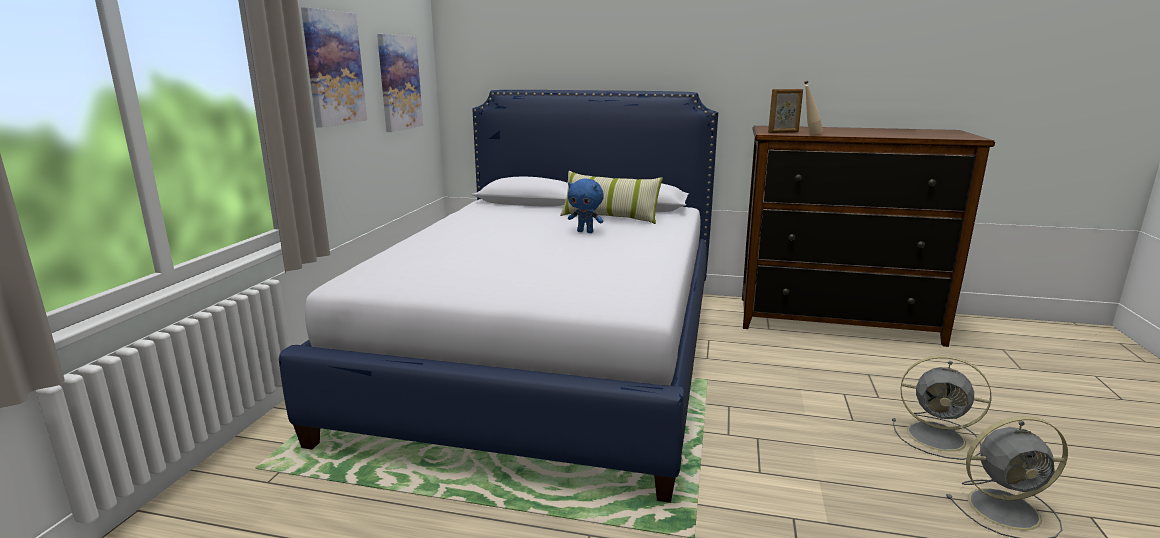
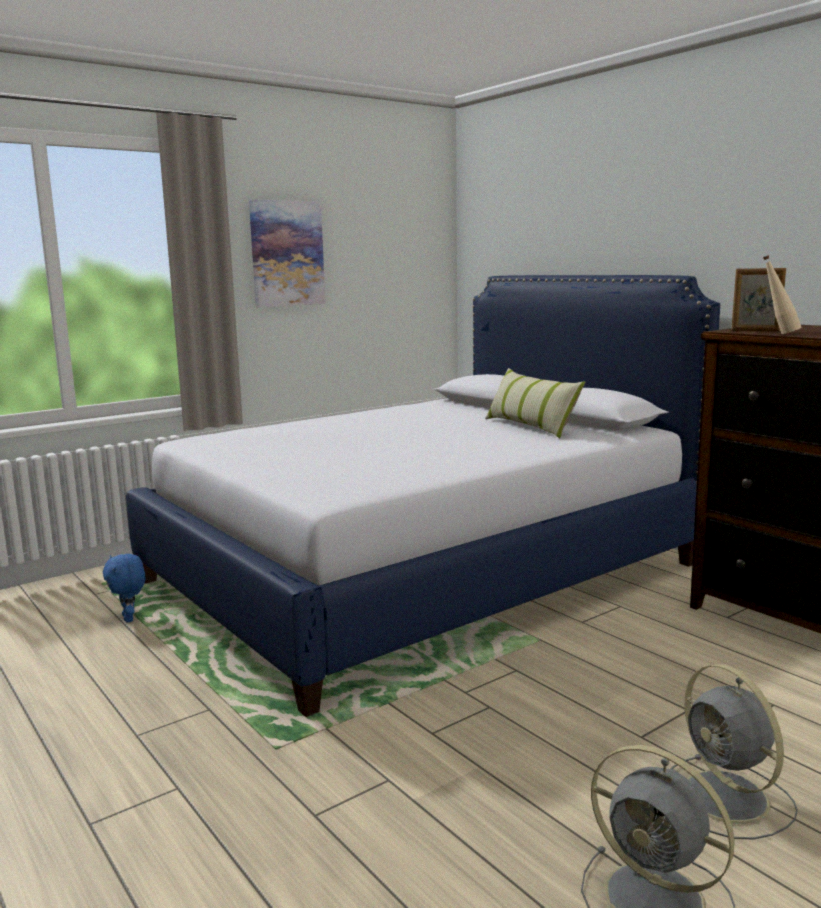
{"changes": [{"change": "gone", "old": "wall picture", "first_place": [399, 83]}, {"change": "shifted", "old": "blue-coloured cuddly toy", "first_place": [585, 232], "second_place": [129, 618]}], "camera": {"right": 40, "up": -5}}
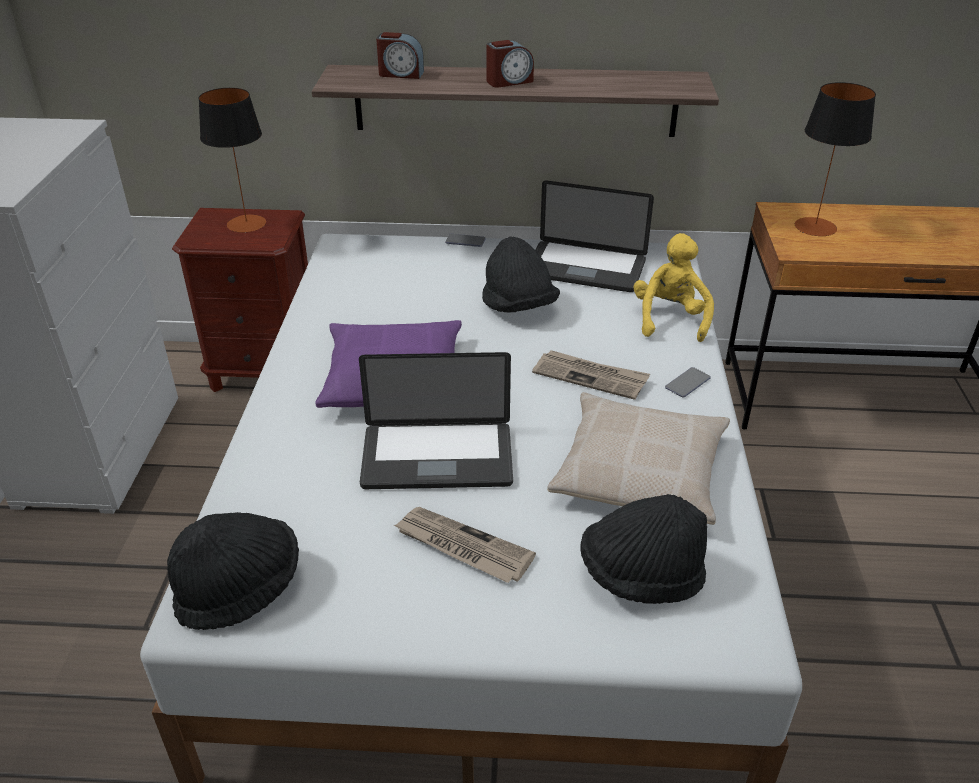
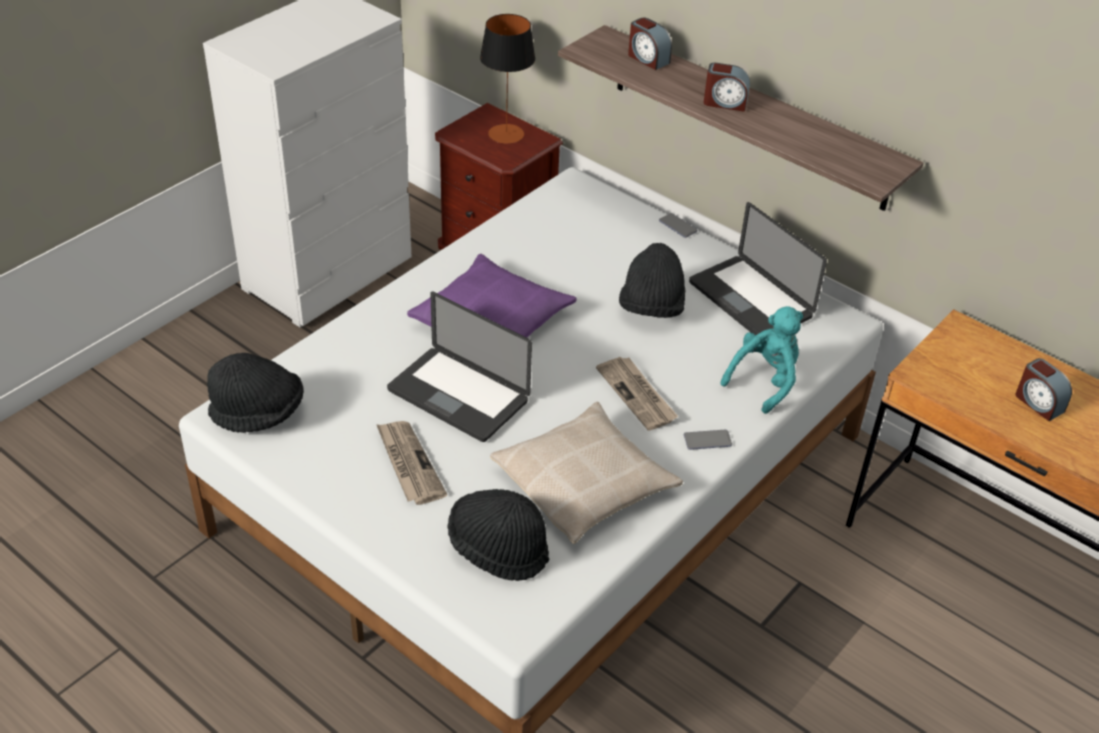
{"changes": [{"change": "gone", "old": "tabletop lamp", "first_place": [815, 227]}, {"change": "repainted", "old": "yellowish cuddly toy", "new": "turquoise cuddly toy", "first_place": [670, 319], "second_place": [765, 381]}, {"change": "new", "new": "bedside clock", "second_place": [1038, 403]}], "camera": {"right": 35, "up": 5}}
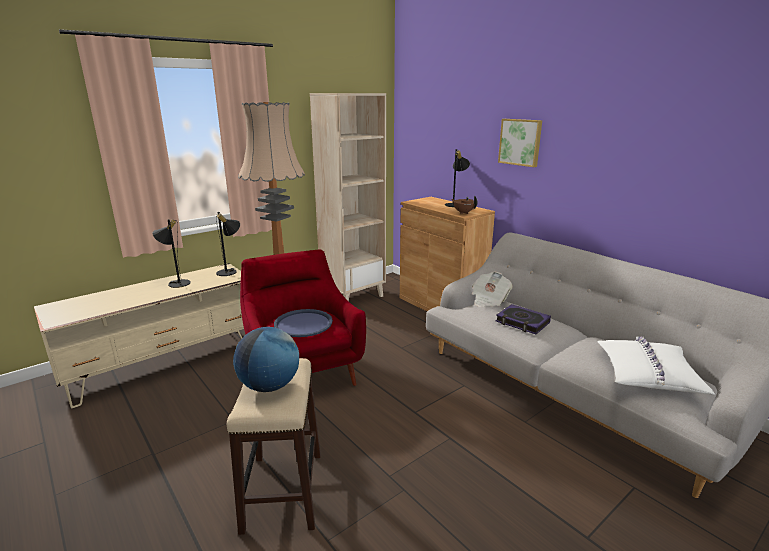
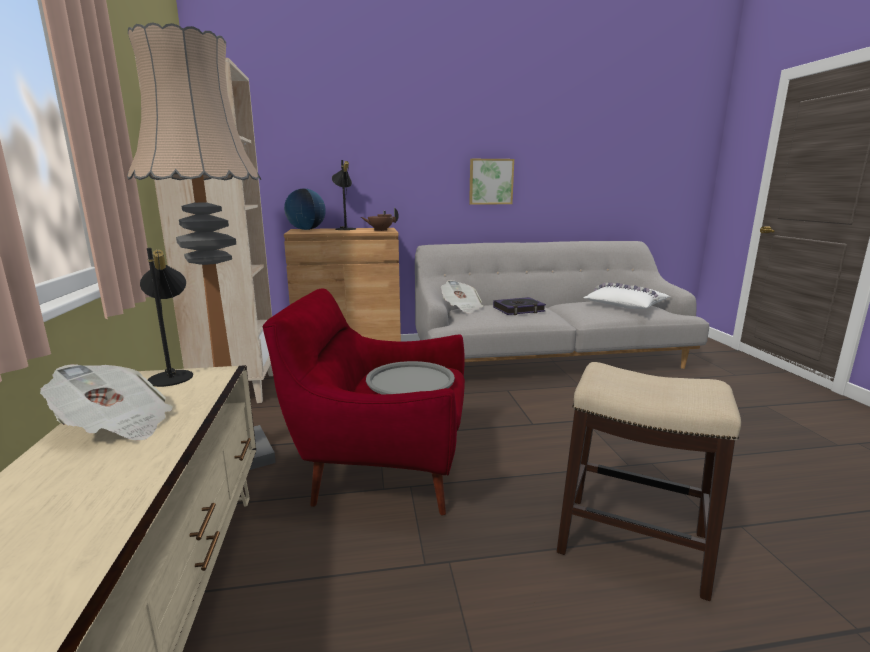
{"changes": [{"change": "shifted", "old": "wall picture", "first_place": [520, 142], "second_place": [490, 181]}, {"change": "swapped", "old": "black tabletop lamp", "new": "daily paper", "first_place": [176, 283], "second_place": [116, 426]}, {"change": "repainted", "old": "blue-coloured serving tray", "new": "gray serving tray", "first_place": [303, 324], "second_place": [410, 380]}, {"change": "shifted", "old": "desk globe", "first_place": [269, 386], "second_place": [306, 229]}], "camera": {"right": -60, "up": -5}}
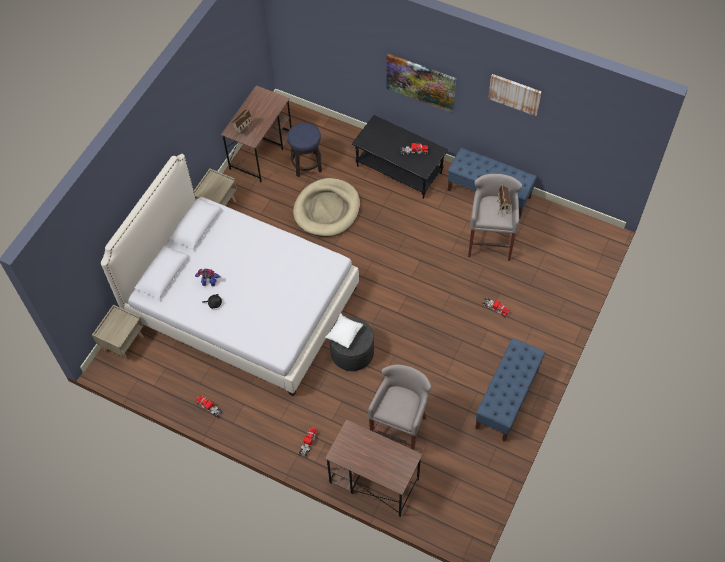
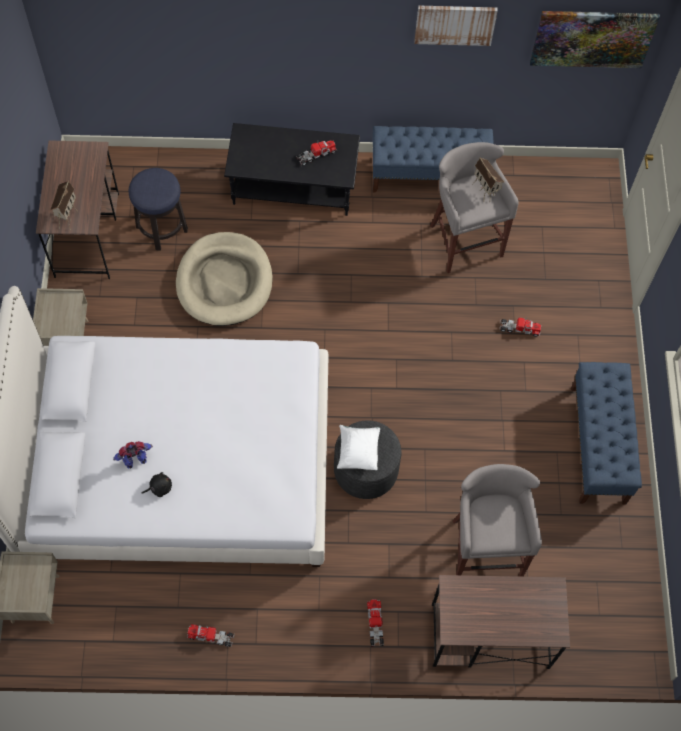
{"changes": [{"change": "shifted", "old": "wall picture", "first_place": [421, 82], "second_place": [592, 38]}], "camera": {"right": -30, "up": 5}}
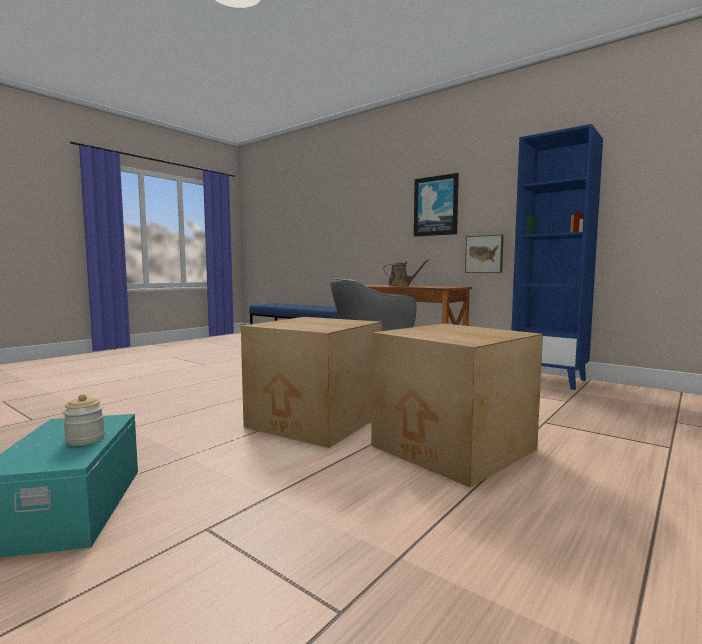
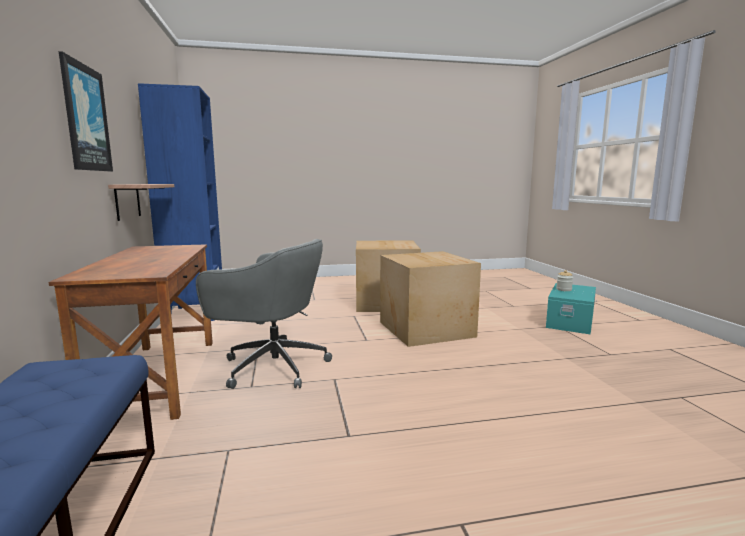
{"changes": [{"change": "swapped", "old": "wall picture", "new": "wall shelf", "first_place": [484, 254], "second_place": [127, 201]}, {"change": "gone", "old": "brown sprinkling can", "first_place": [401, 286]}], "camera": {"right": -140, "up": 5}}
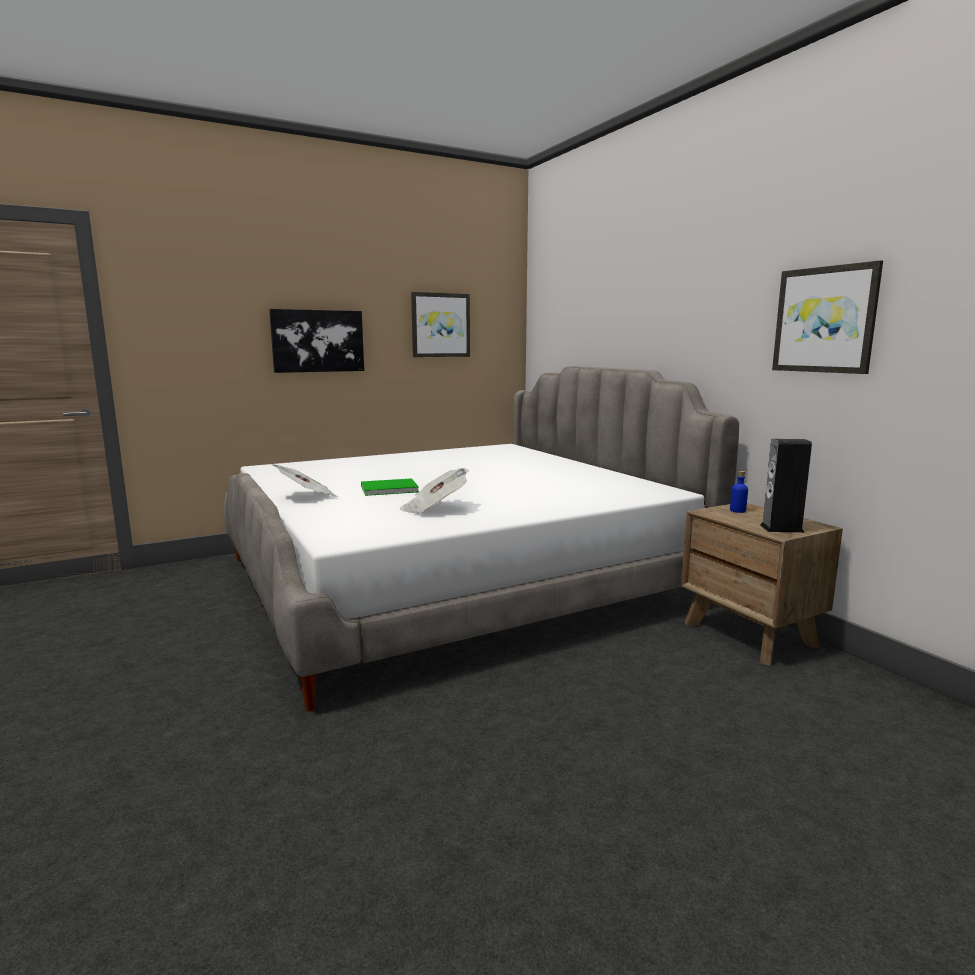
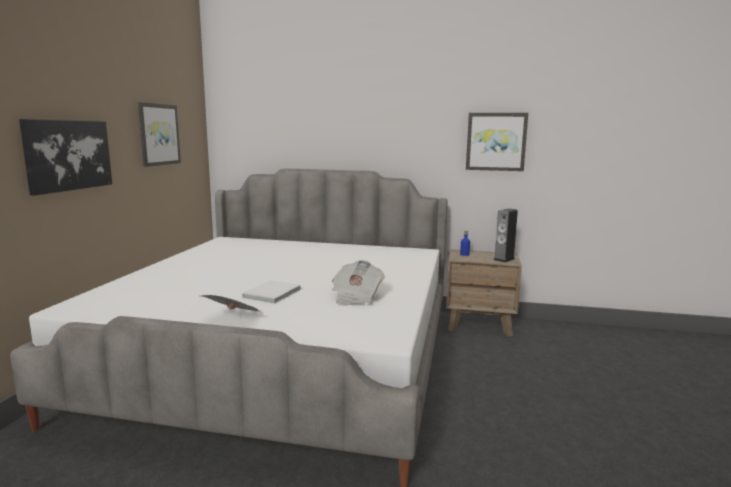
{"changes": [{"change": "repainted", "old": "green-coloured book", "new": "whitish book", "first_place": [387, 489], "second_place": [270, 293]}], "camera": {"right": -50, "up": 0}}
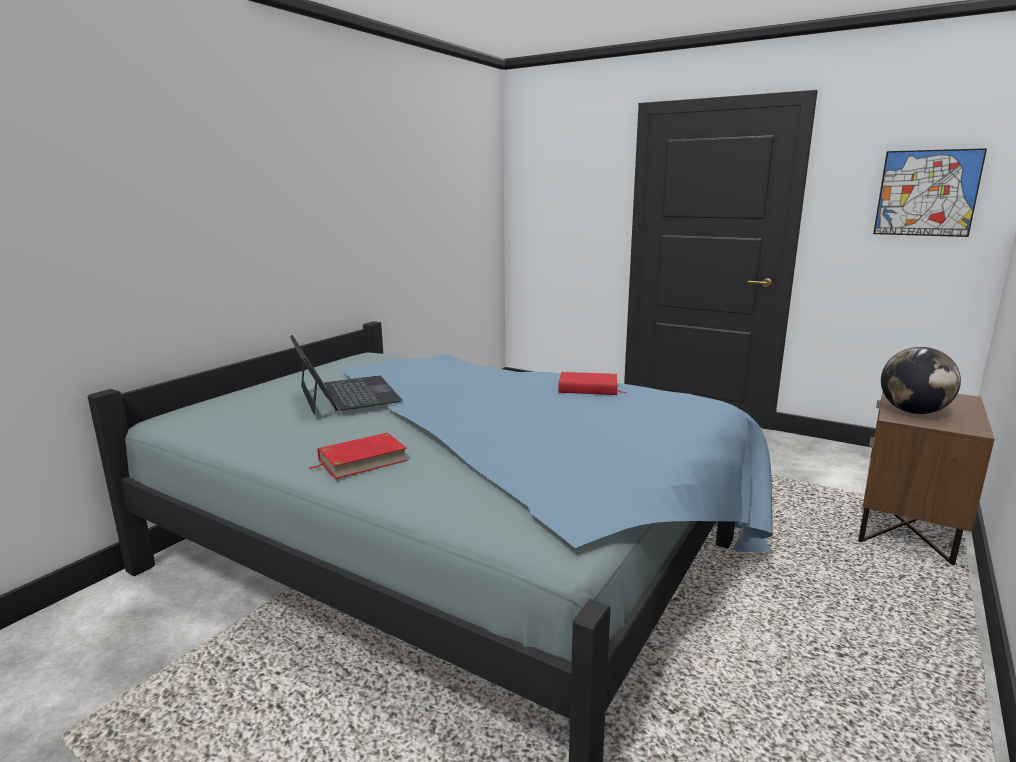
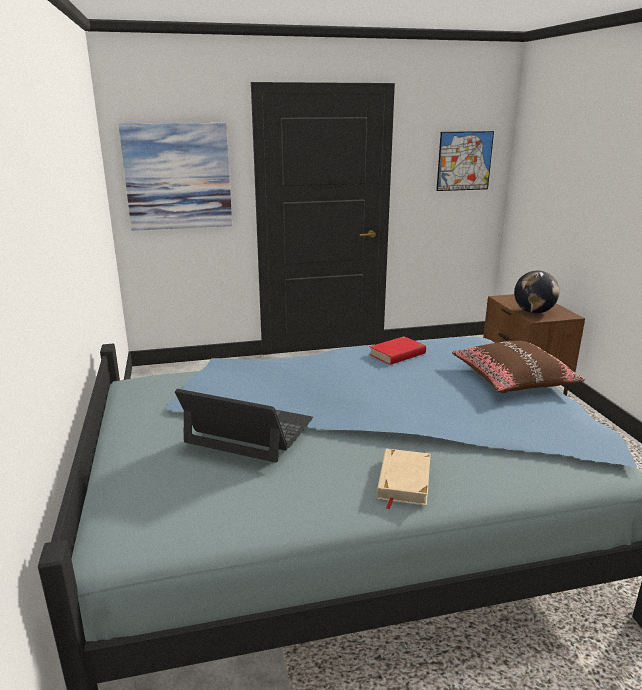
{"changes": [{"change": "repainted", "old": "red-coloured book", "new": "beige-coloured book", "first_place": [362, 460], "second_place": [403, 481]}, {"change": "new", "new": "wall picture", "second_place": [178, 177]}, {"change": "new", "new": "brown cushion", "second_place": [512, 379]}], "camera": {"right": -45, "up": 5}}
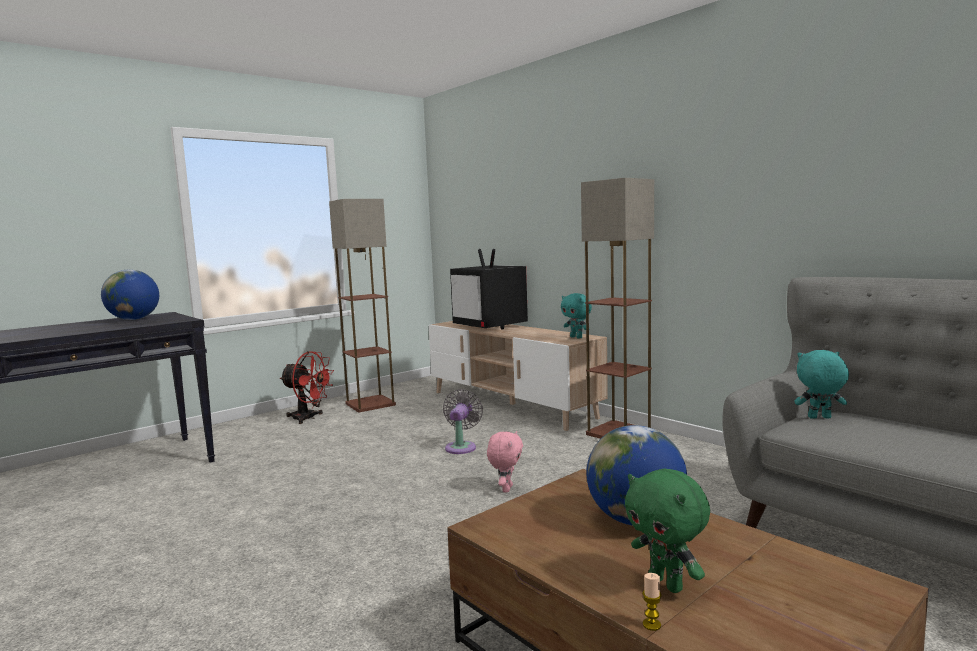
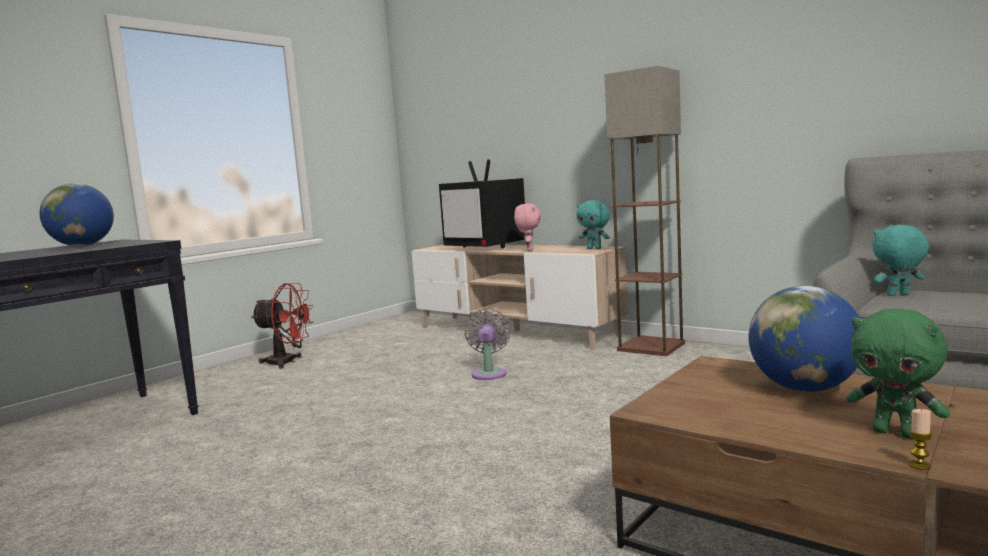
{"changes": [{"change": "gone", "old": "floor lamp", "first_place": [370, 404]}, {"change": "shifted", "old": "pink cuddly toy", "first_place": [506, 489], "second_place": [529, 250]}], "camera": {"right": -10, "up": 0}}
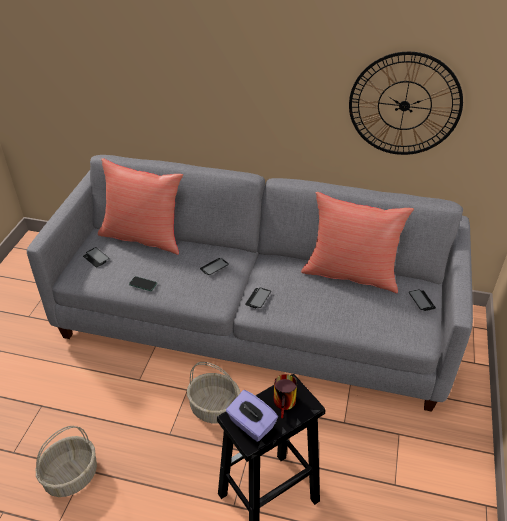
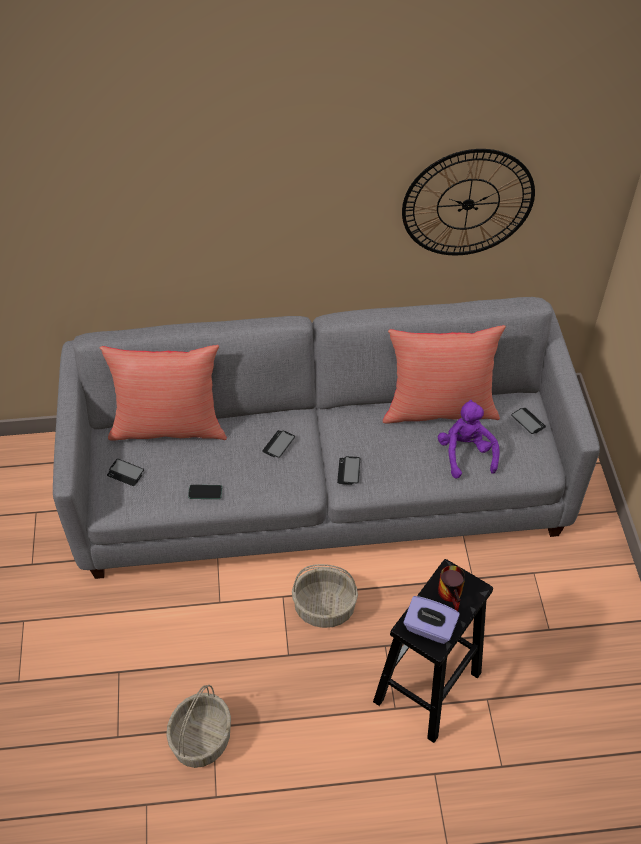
{"changes": [{"change": "new", "new": "purple-coloured cuddly toy", "second_place": [466, 453]}], "camera": {"right": -20, "up": 10}}
